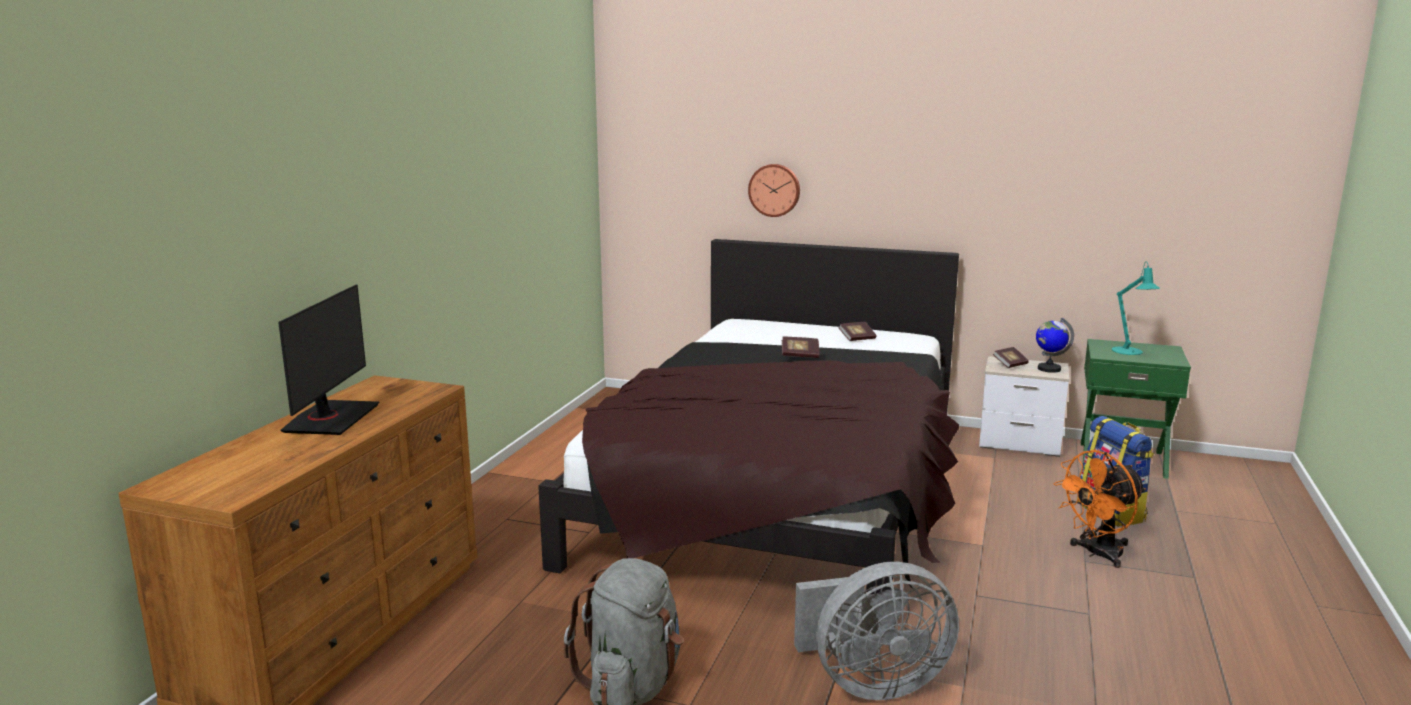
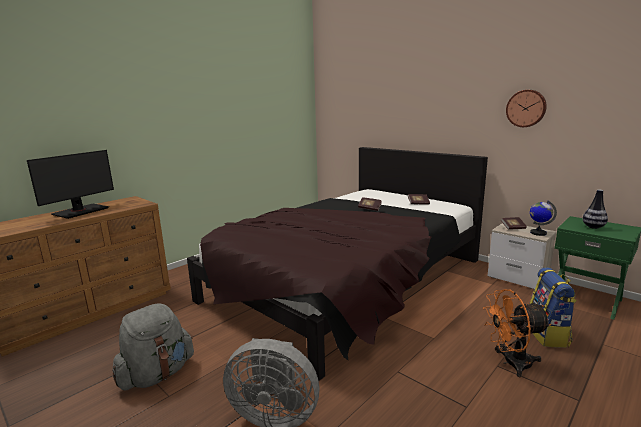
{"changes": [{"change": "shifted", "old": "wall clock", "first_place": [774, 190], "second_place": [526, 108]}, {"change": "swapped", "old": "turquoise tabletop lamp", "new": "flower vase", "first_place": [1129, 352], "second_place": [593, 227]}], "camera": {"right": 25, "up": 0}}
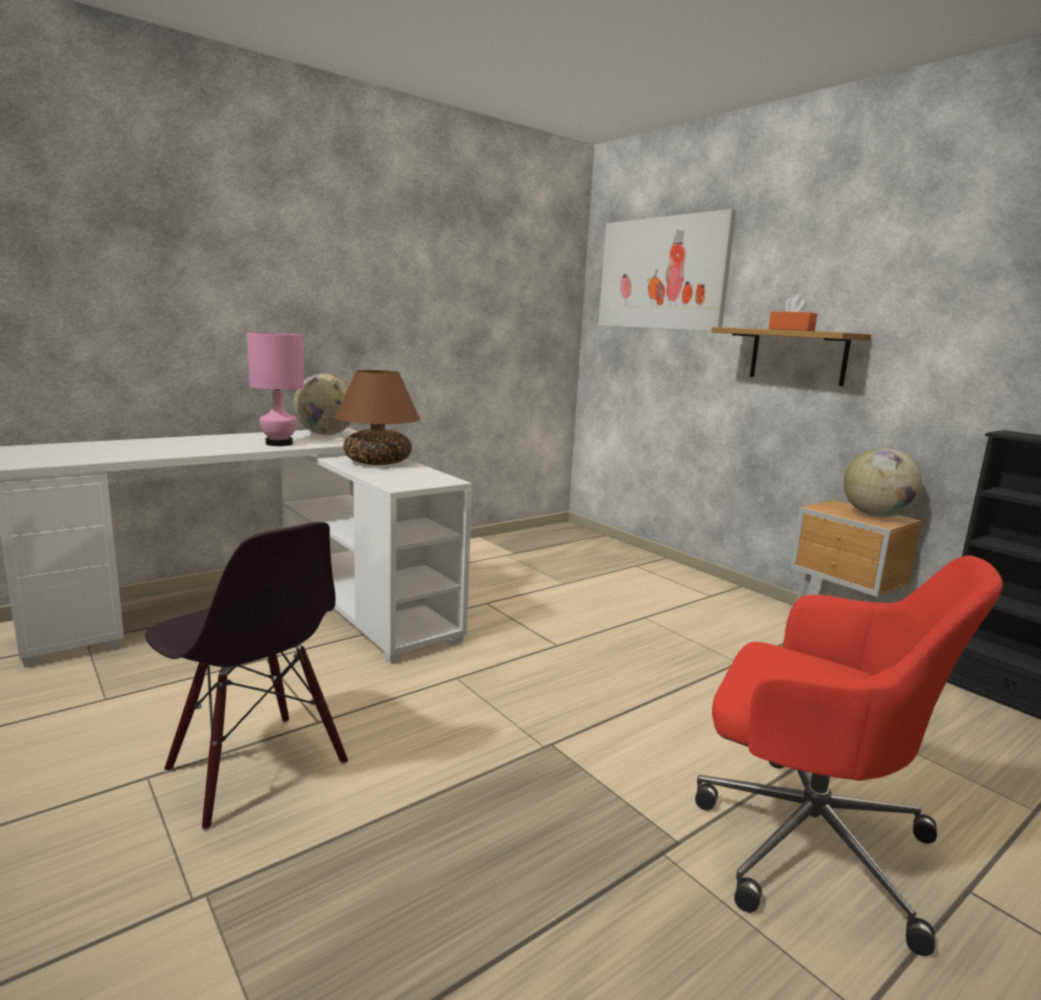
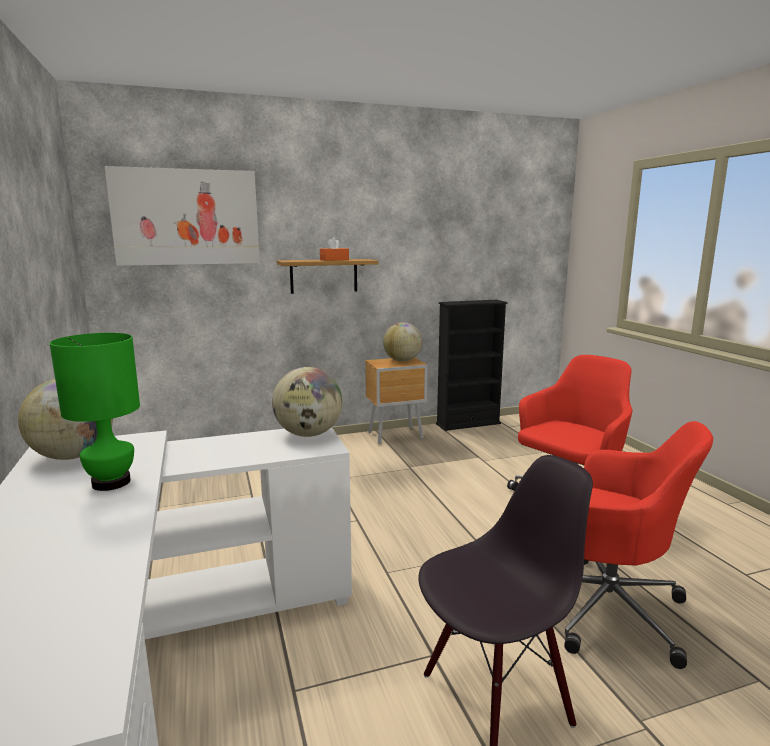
{"changes": [{"change": "repainted", "old": "pink tabletop lamp", "new": "green-coloured tabletop lamp", "first_place": [279, 444], "second_place": [112, 483]}, {"change": "gone", "old": "brown tabletop lamp", "first_place": [378, 462]}, {"change": "new", "new": "desk globe", "second_place": [308, 434]}, {"change": "new", "new": "red-coloured computer chair", "second_place": [604, 608]}], "camera": {"right": -70, "up": 0}}
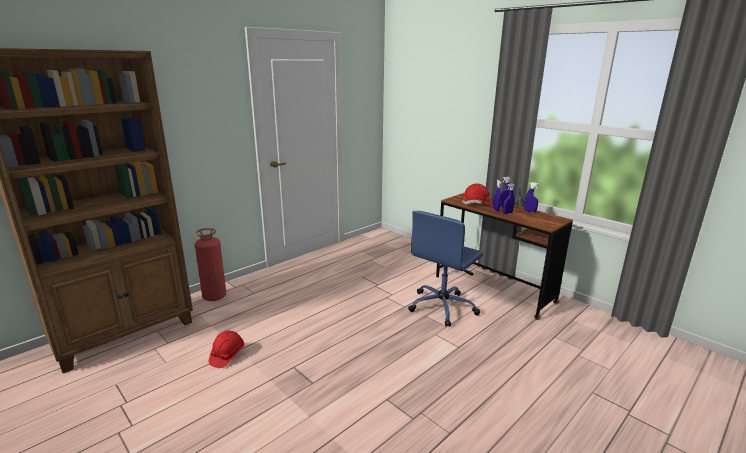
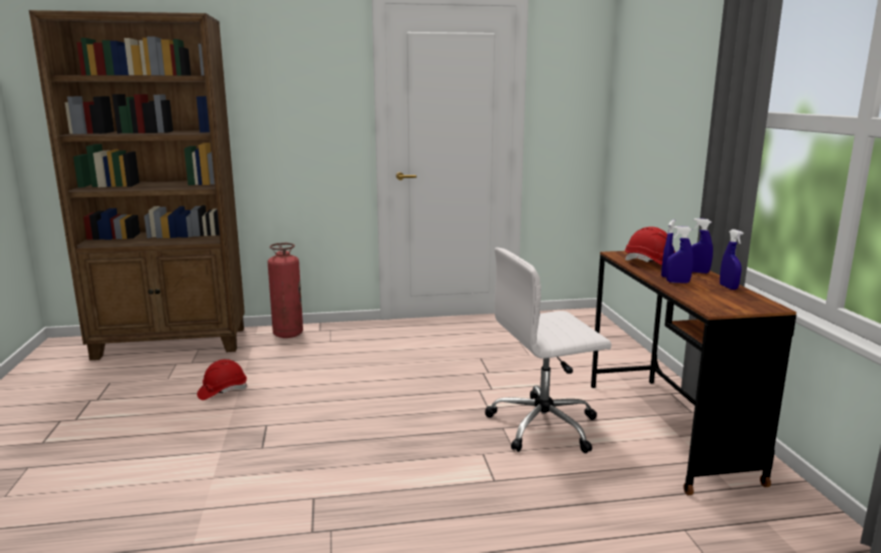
{"changes": [{"change": "repainted", "old": "blue-coloured computer chair", "new": "whitish computer chair", "first_place": [443, 307], "second_place": [545, 425]}], "camera": {"right": 35, "up": -5}}
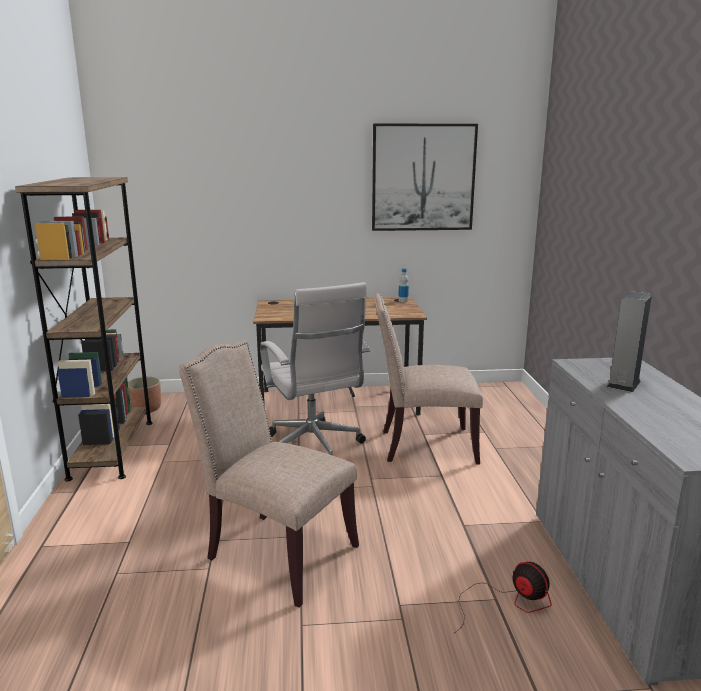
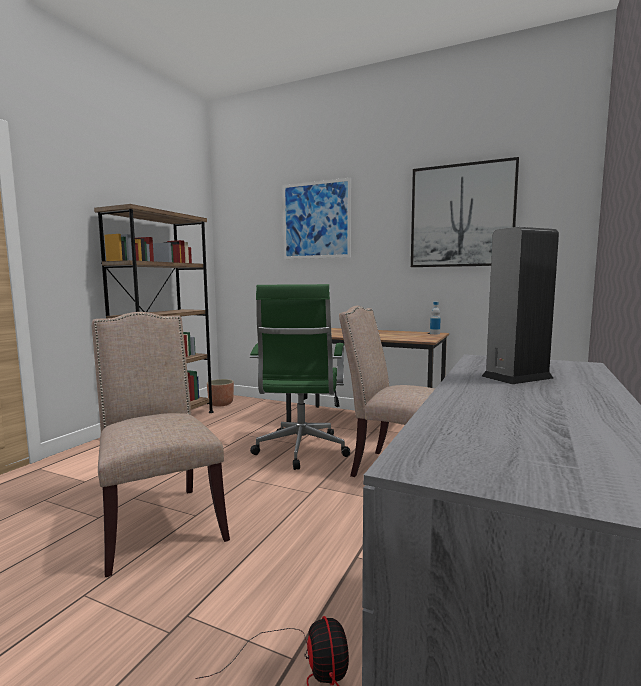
{"changes": [{"change": "repainted", "old": "whitish computer chair", "new": "green-coloured computer chair", "first_place": [314, 448], "second_place": [300, 451]}, {"change": "new", "new": "wall picture", "second_place": [316, 220]}], "camera": {"right": 30, "up": -10}}
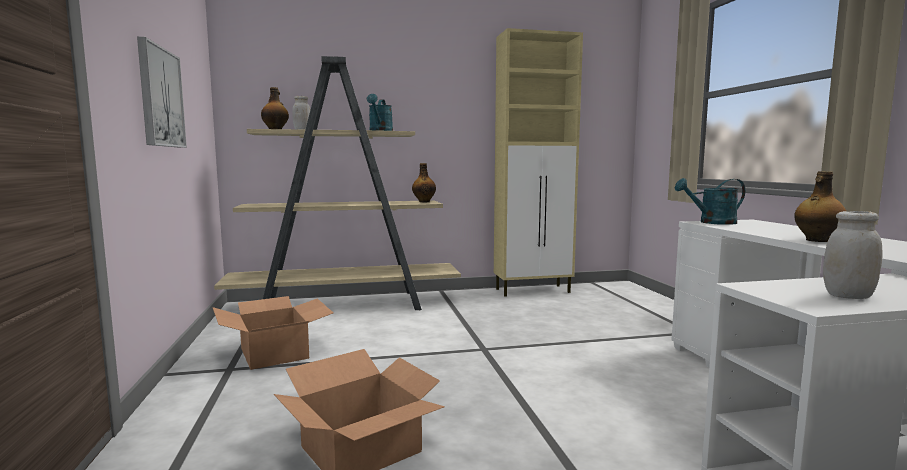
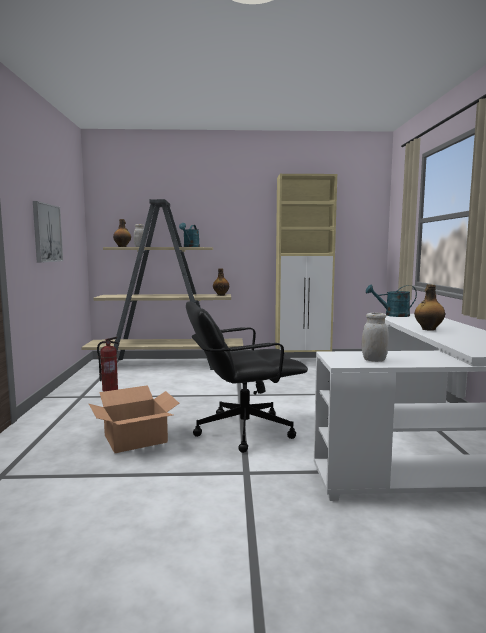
{"changes": [{"change": "swapped", "old": "cardboard box", "new": "extinguisher", "first_place": [275, 353], "second_place": [110, 390]}, {"change": "new", "new": "black computer chair", "second_place": [242, 430]}], "camera": {"right": 10, "up": 0}}
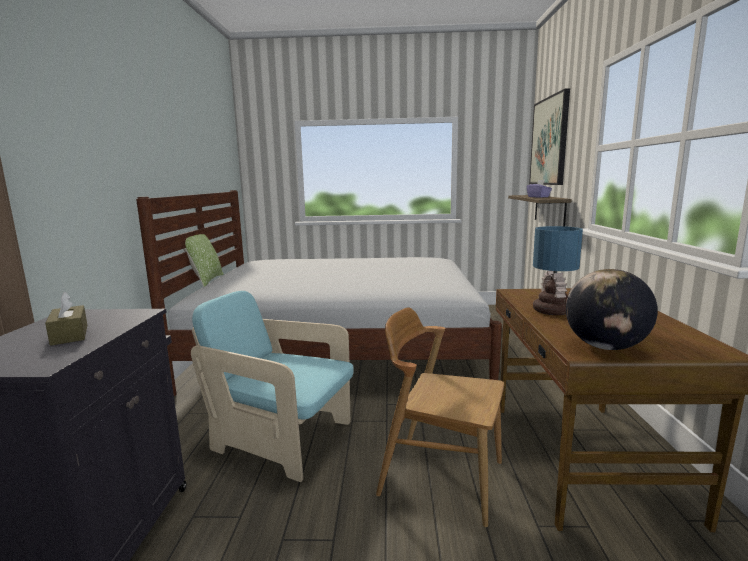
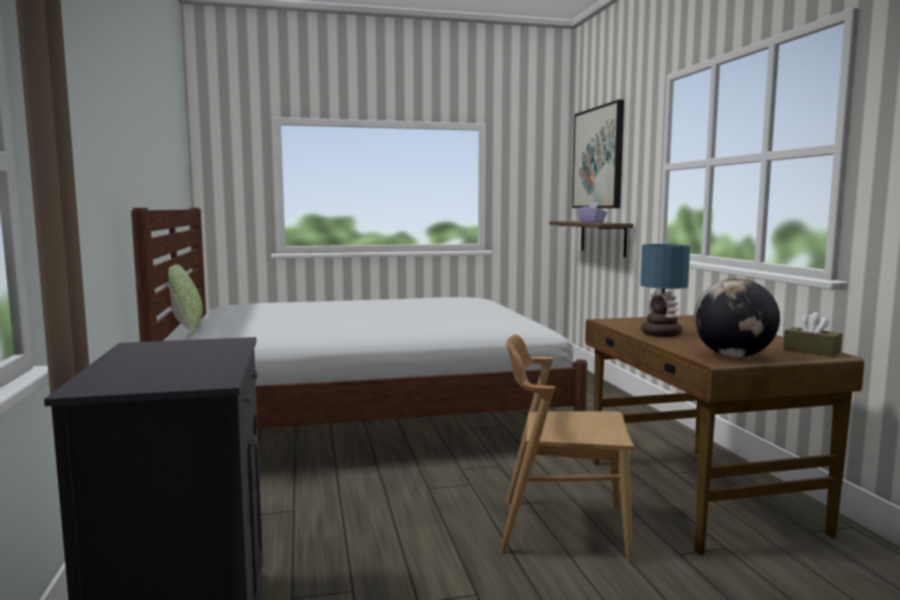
{"changes": [{"change": "gone", "old": "turquoise armchair", "first_place": [282, 439]}, {"change": "shifted", "old": "brown tissue box", "first_place": [69, 335], "second_place": [811, 351]}], "camera": {"right": -15, "up": -5}}
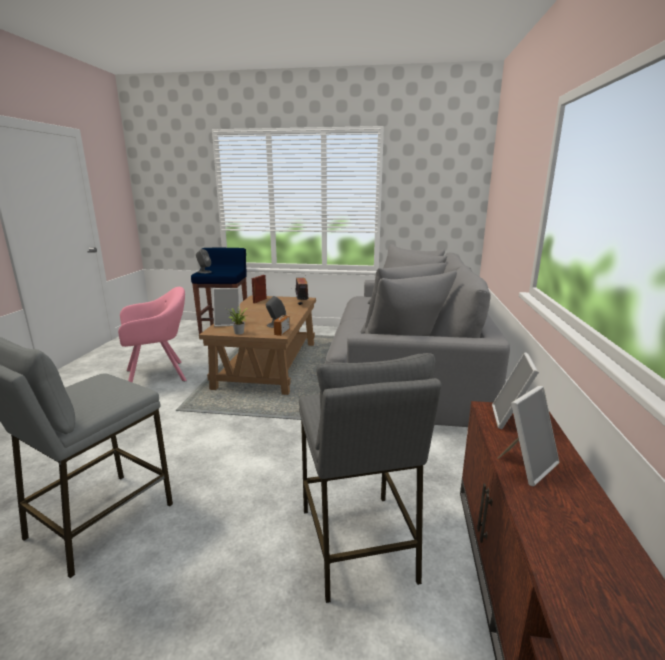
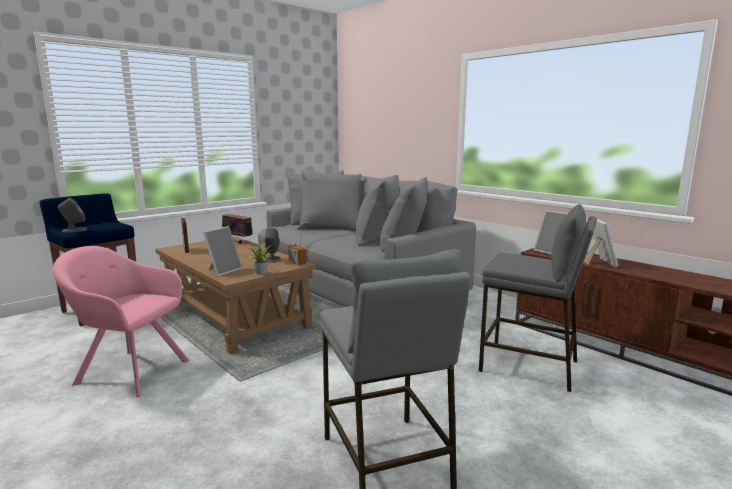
{"changes": [{"change": "rotated", "old": "pink armchair", "first_place": [159, 375], "second_place": [129, 371], "degrees": -90}], "camera": {"right": -50, "up": -5}}
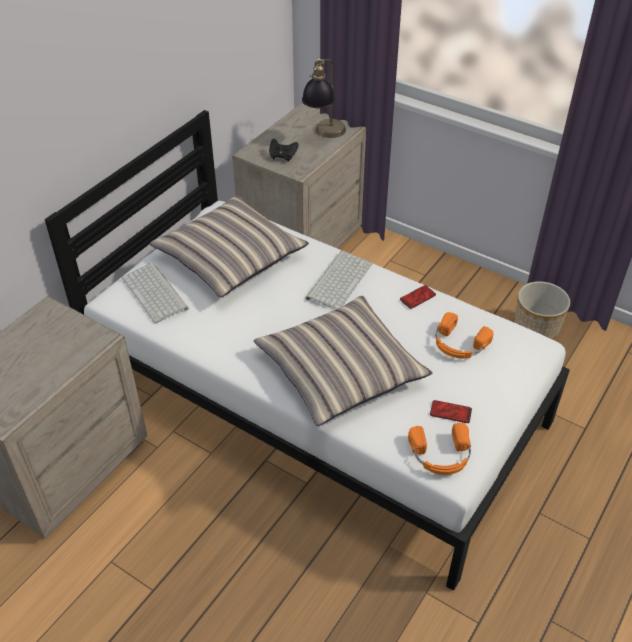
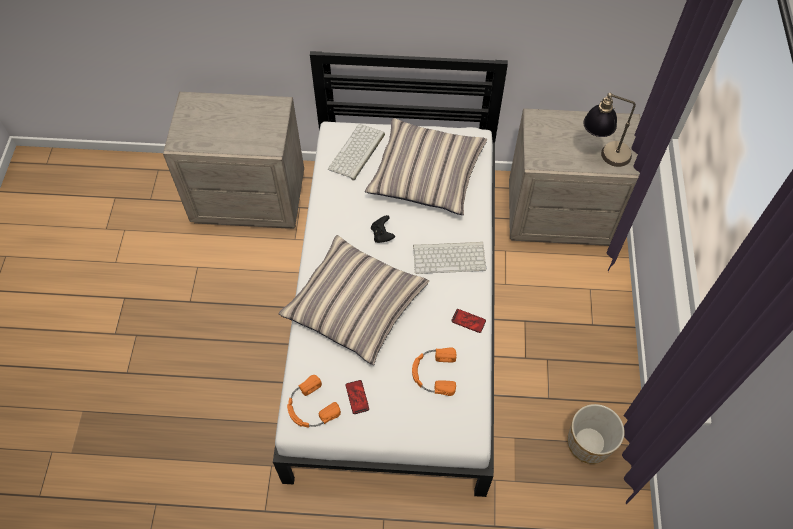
{"changes": [{"change": "shifted", "old": "black gamepad", "first_place": [283, 156], "second_place": [382, 234]}], "camera": {"right": 60, "up": 15}}
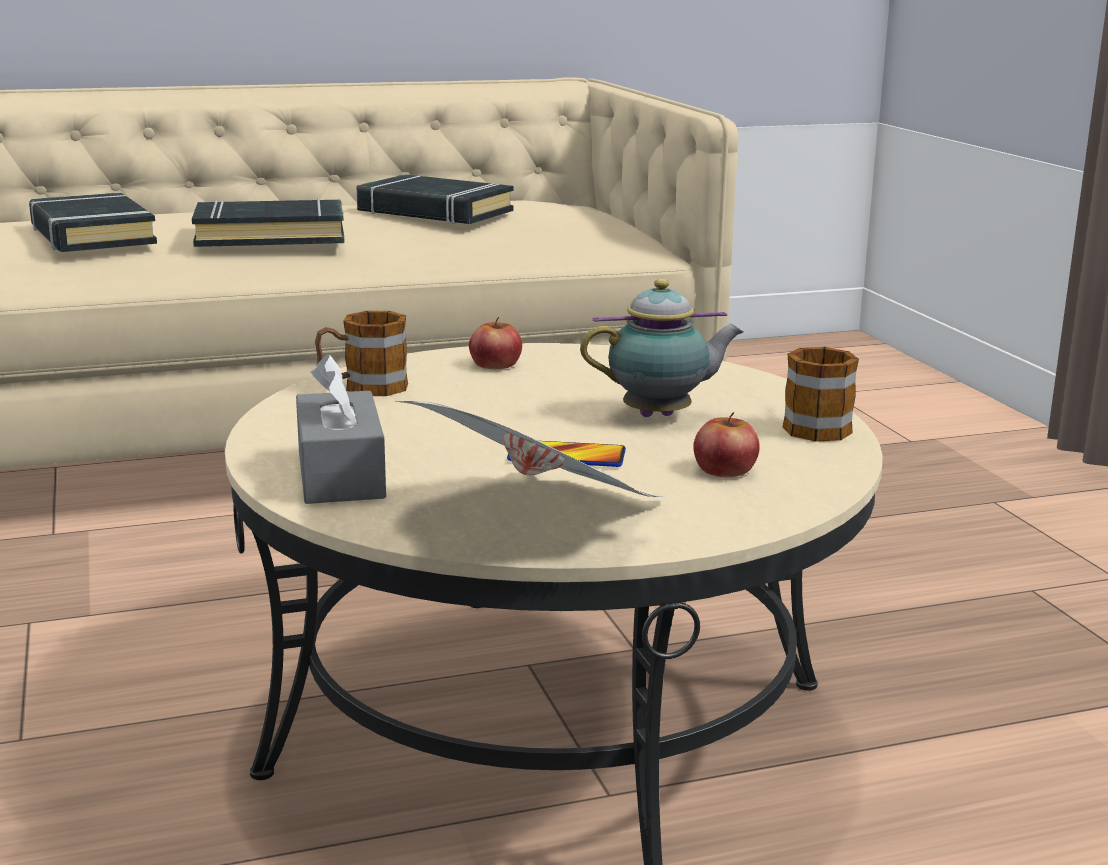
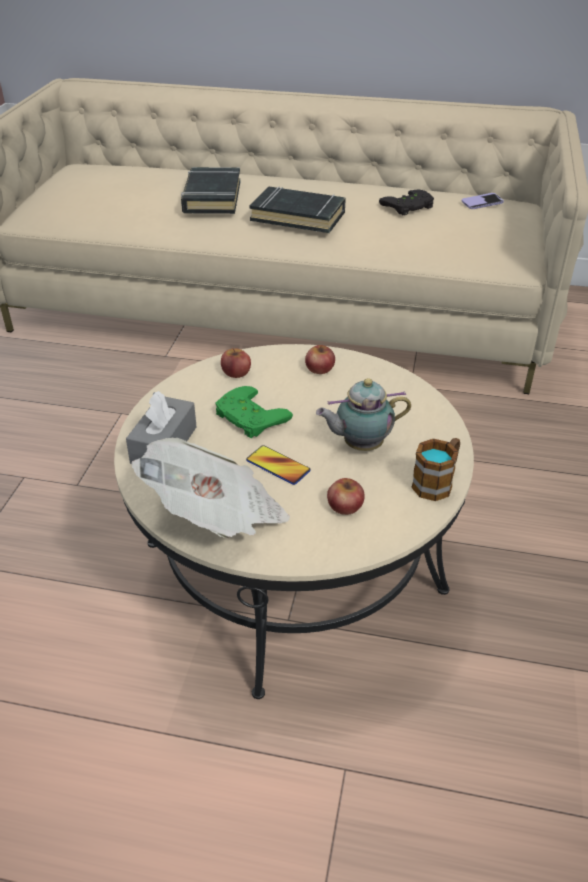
{"changes": [{"change": "swapped", "old": "black book", "new": "black gamepad", "first_place": [434, 211], "second_place": [409, 207]}, {"change": "rotated", "old": "tea pot", "first_place": [662, 416], "second_place": [360, 445], "degrees": 150}, {"change": "swapped", "old": "coffee mug", "new": "apple fruit", "first_place": [363, 388], "second_place": [236, 372]}, {"change": "new", "new": "telephone", "second_place": [482, 202]}, {"change": "new", "new": "green-coloured gamepad", "second_place": [247, 418]}], "camera": {"right": 30, "up": 20}}
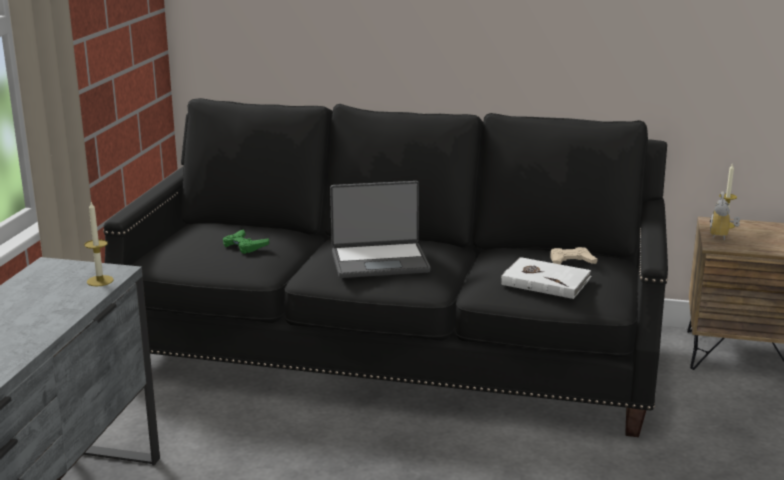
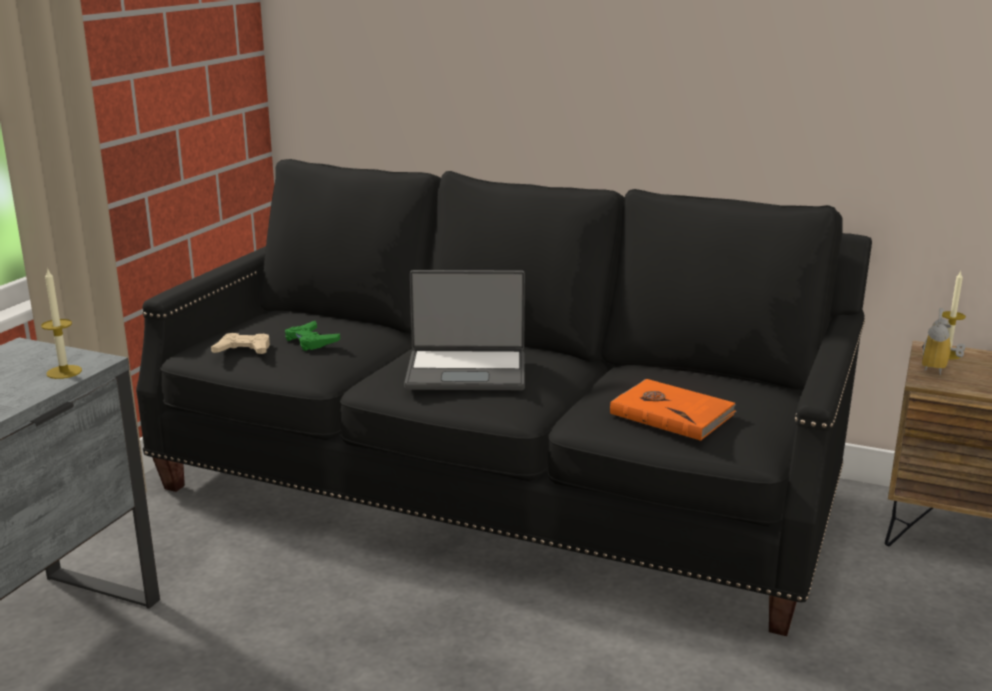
{"changes": [{"change": "shifted", "old": "beige-coloured gamepad", "first_place": [571, 261], "second_place": [243, 350]}, {"change": "repainted", "old": "whitish book", "new": "orange-coloured book", "first_place": [545, 281], "second_place": [671, 413]}], "camera": {"right": 10, "up": 0}}
